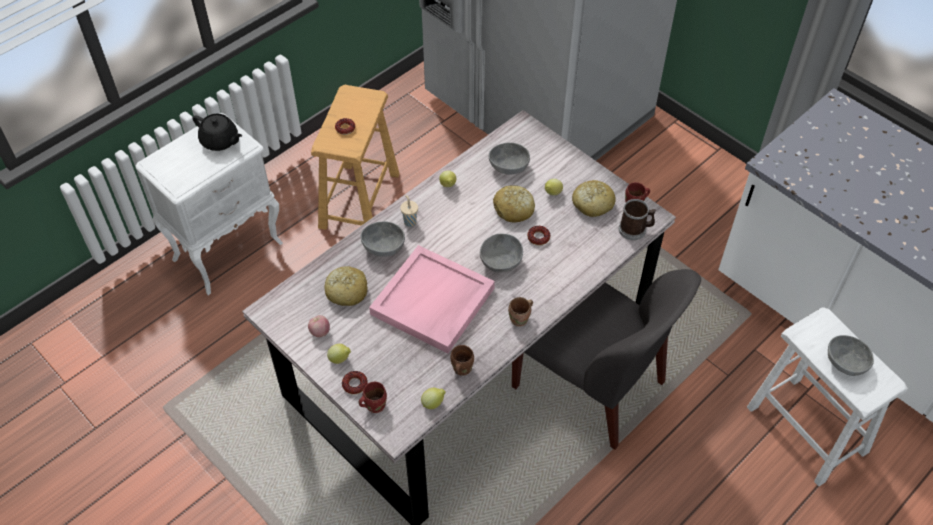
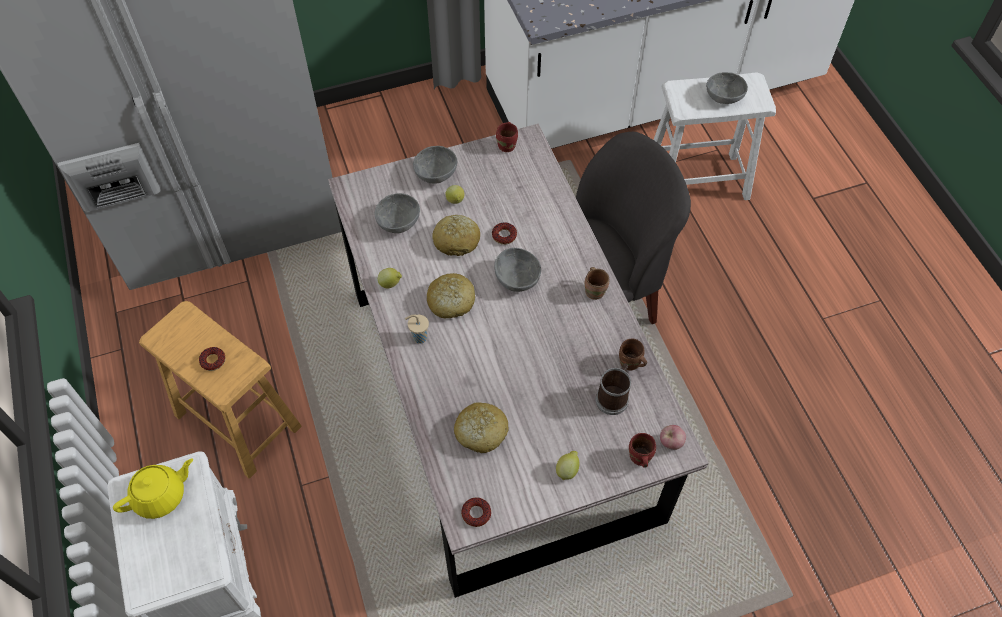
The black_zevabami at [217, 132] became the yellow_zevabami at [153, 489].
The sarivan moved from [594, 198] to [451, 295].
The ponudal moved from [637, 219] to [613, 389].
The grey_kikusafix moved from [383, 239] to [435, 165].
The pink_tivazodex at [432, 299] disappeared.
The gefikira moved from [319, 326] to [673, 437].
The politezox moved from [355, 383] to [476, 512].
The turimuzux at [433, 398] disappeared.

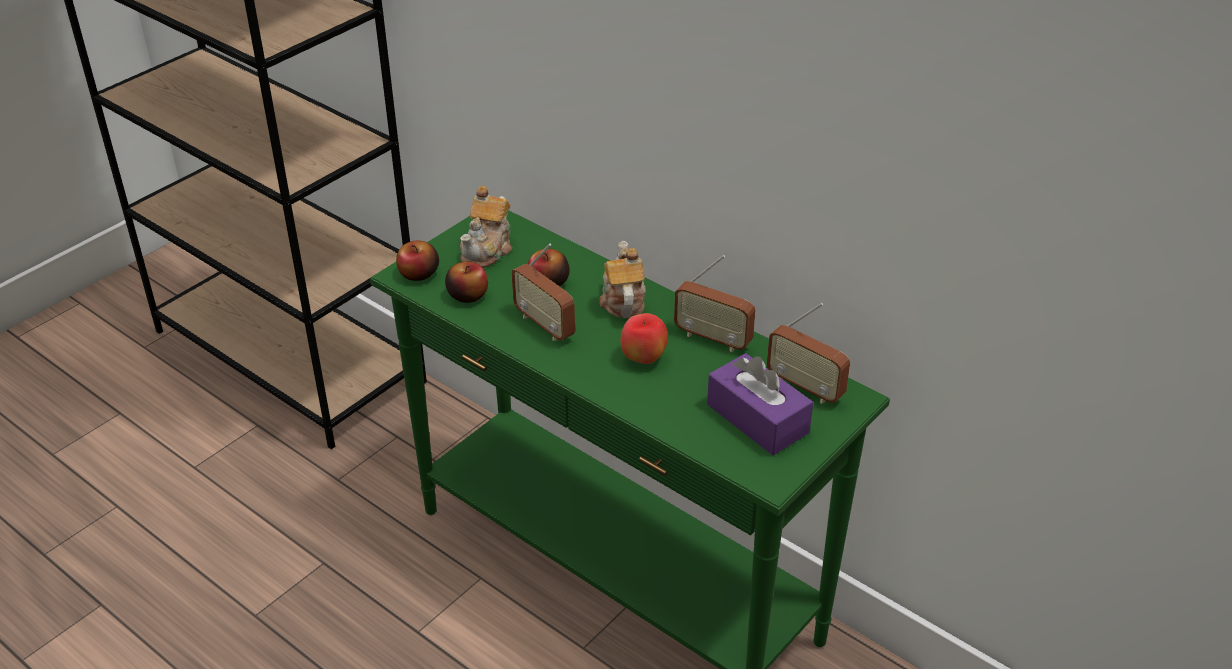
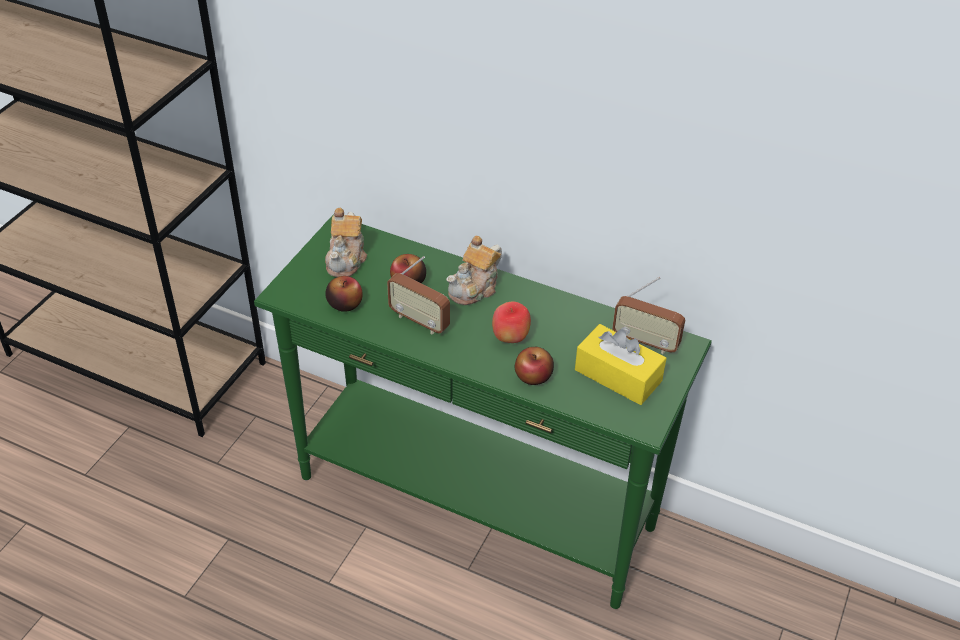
The gefikira moved from [417, 260] to [534, 366].
The zevabami at [623, 279] turned 120 degrees counterclockwise.
The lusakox at [715, 303] disappeared.
The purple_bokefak at [760, 404] became the yellow_bokefak at [621, 364].

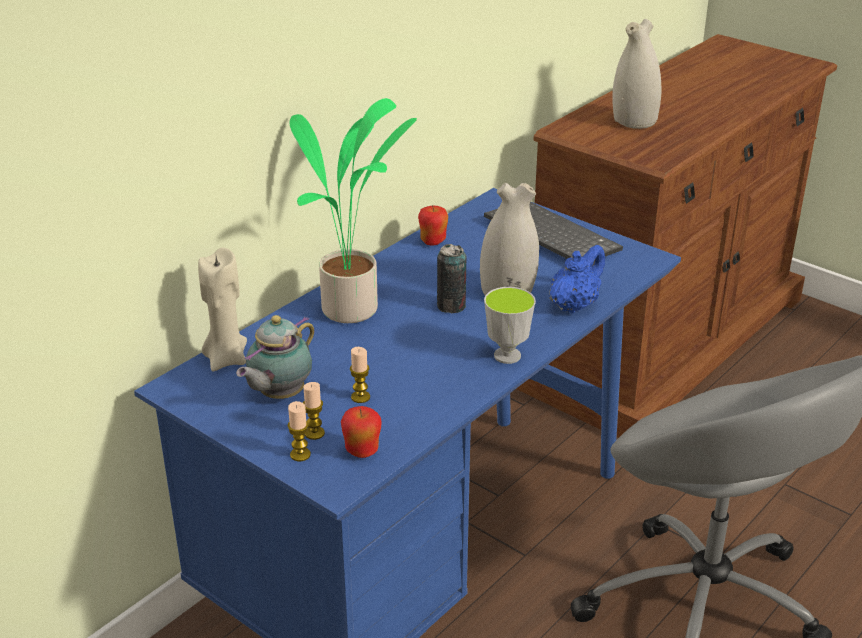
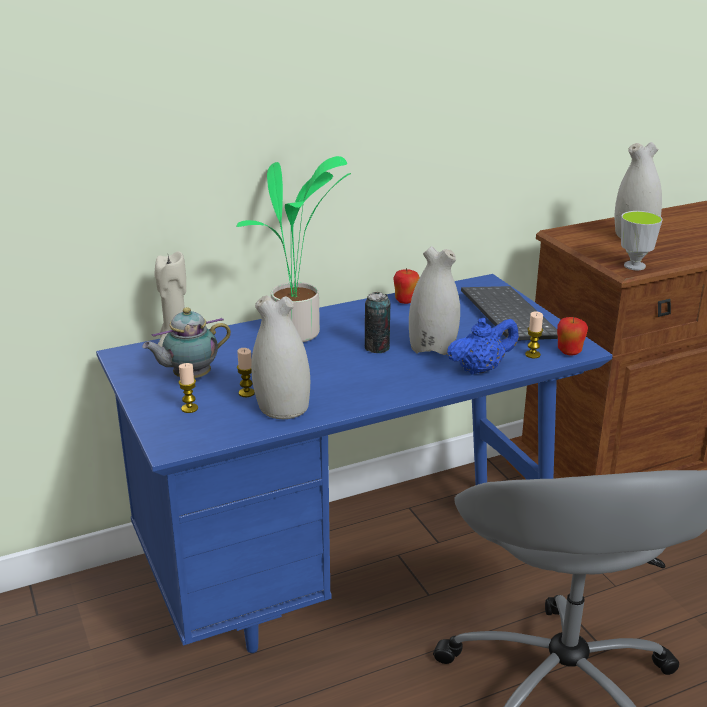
The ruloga moved from [510, 325] to [642, 240].
The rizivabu moved from [299, 431] to [534, 334].
The gefikira moved from [361, 432] to [572, 336].
The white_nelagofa at [280, 357] appeared.

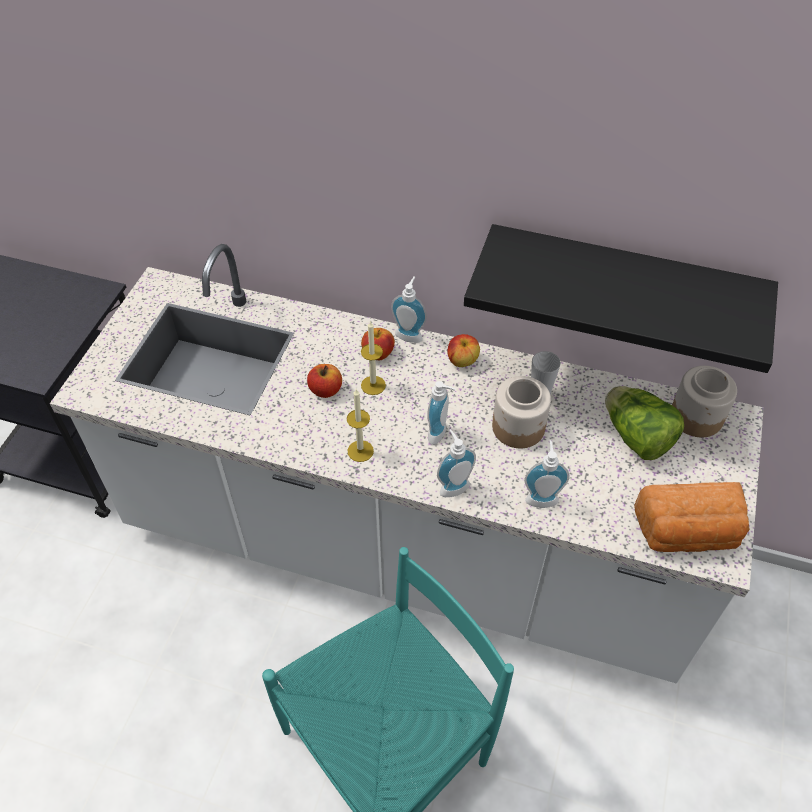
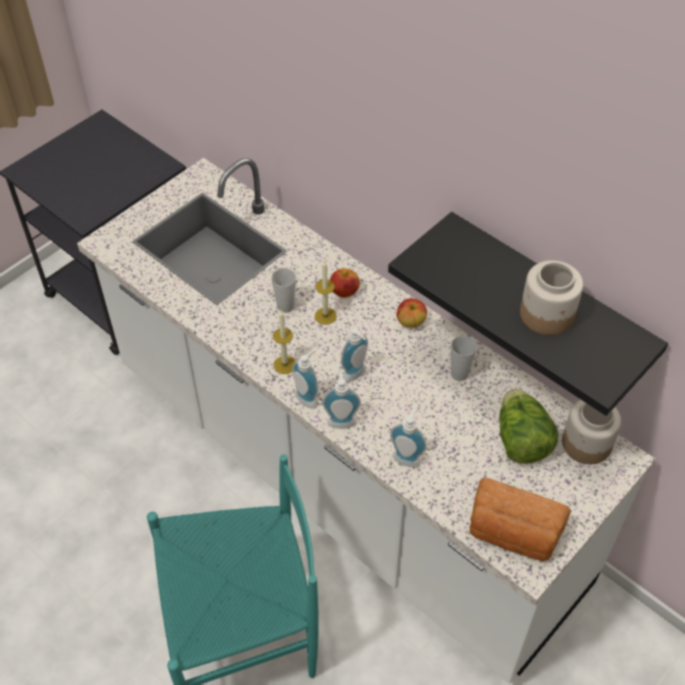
The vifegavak moved from [409, 310] to [305, 379].
The gefikira at [324, 381] was replaced by the ruloga at [283, 290].
The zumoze moved from [521, 412] to [551, 297].

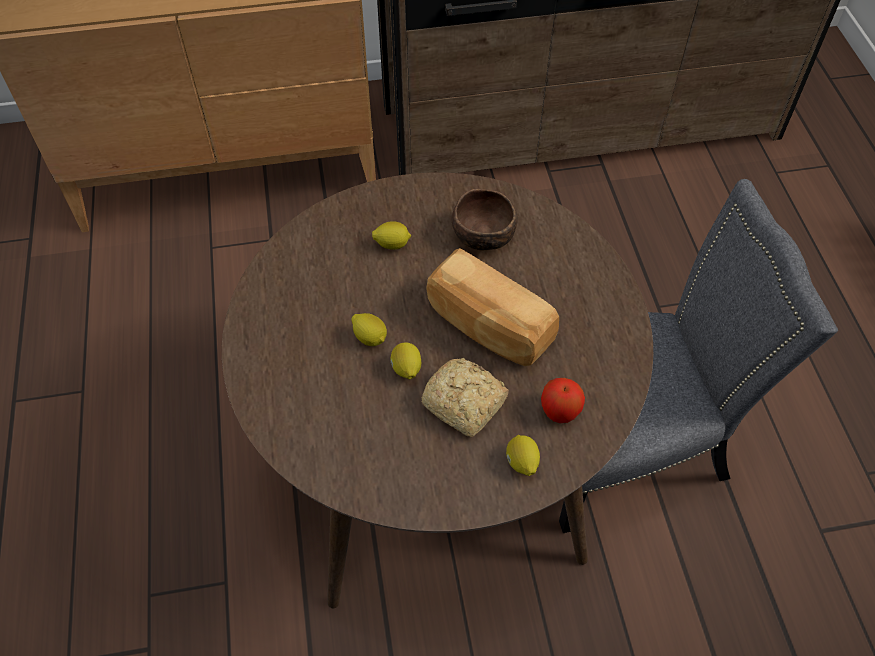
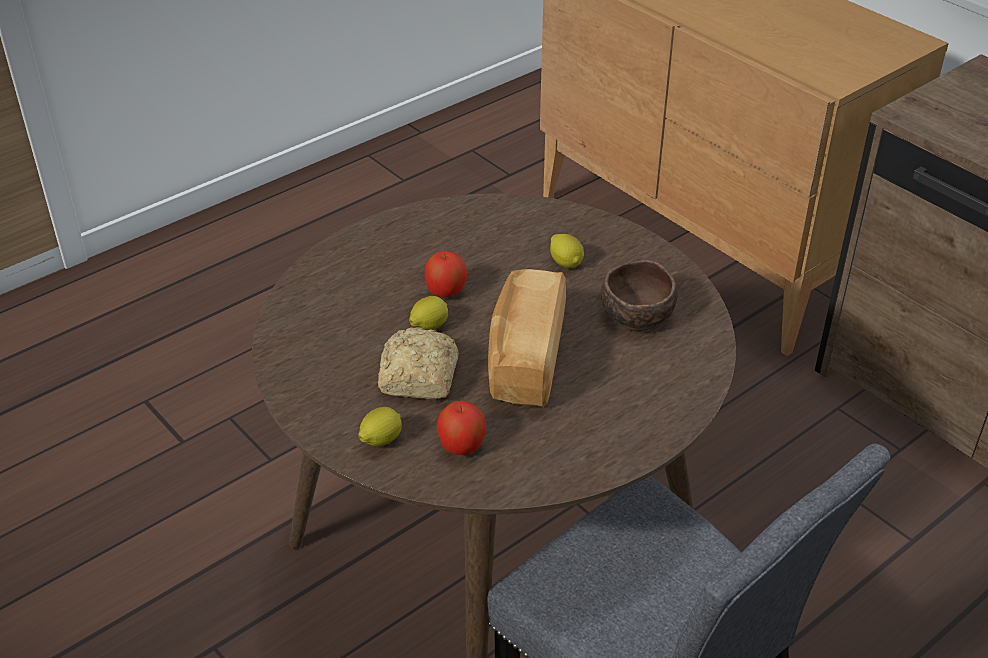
The turimuzux at [369, 329] was replaced by the gefikira at [446, 274].

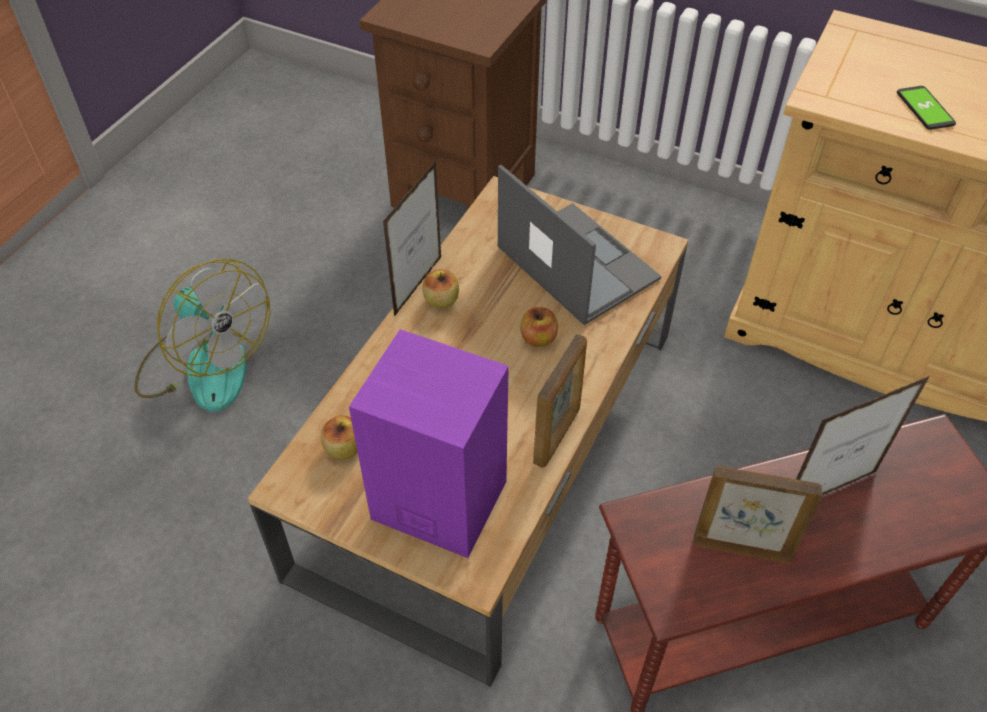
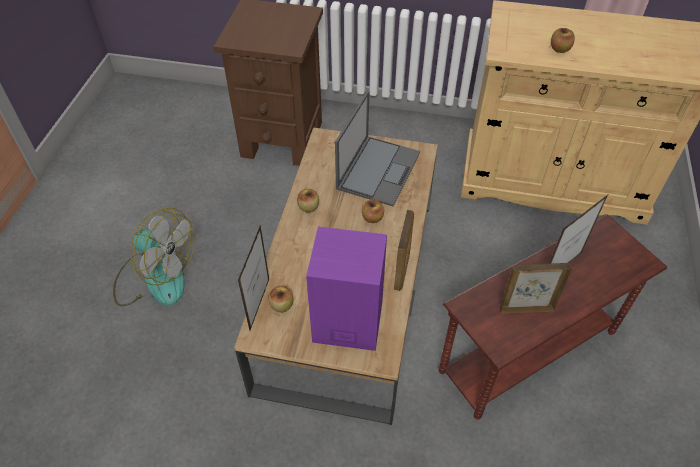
The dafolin at [926, 108] was replaced by the gefikira at [563, 40].
The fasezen moved from [412, 239] to [253, 278].
The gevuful at [579, 245] turned 75 degrees clockwise.

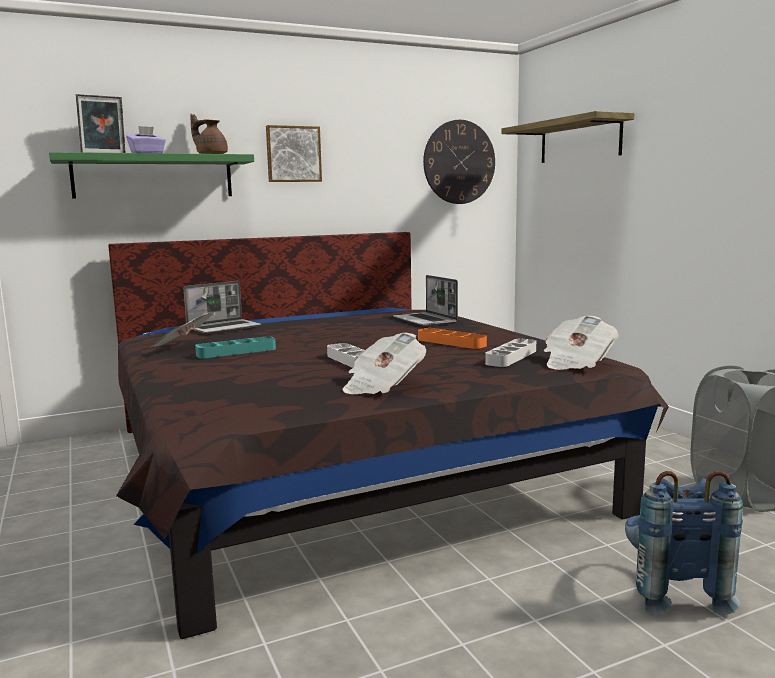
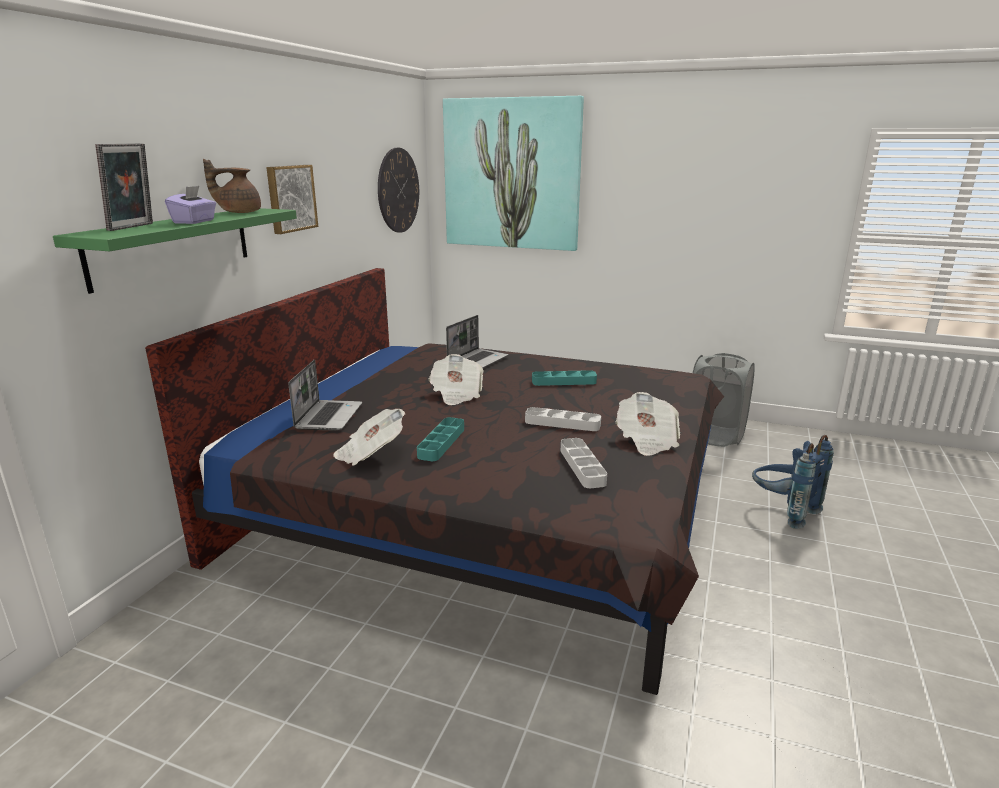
The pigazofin at [567, 137] was replaced by the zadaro at [513, 173].
The gevuful at [425, 300] turned 75 degrees counterclockwise.
The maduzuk moved from [581, 343] to [456, 379].
The orange_tivazodex at [452, 338] became the turquoise_tivazodex at [564, 378].
The grey_tivazodex moved from [510, 353] to [584, 463].

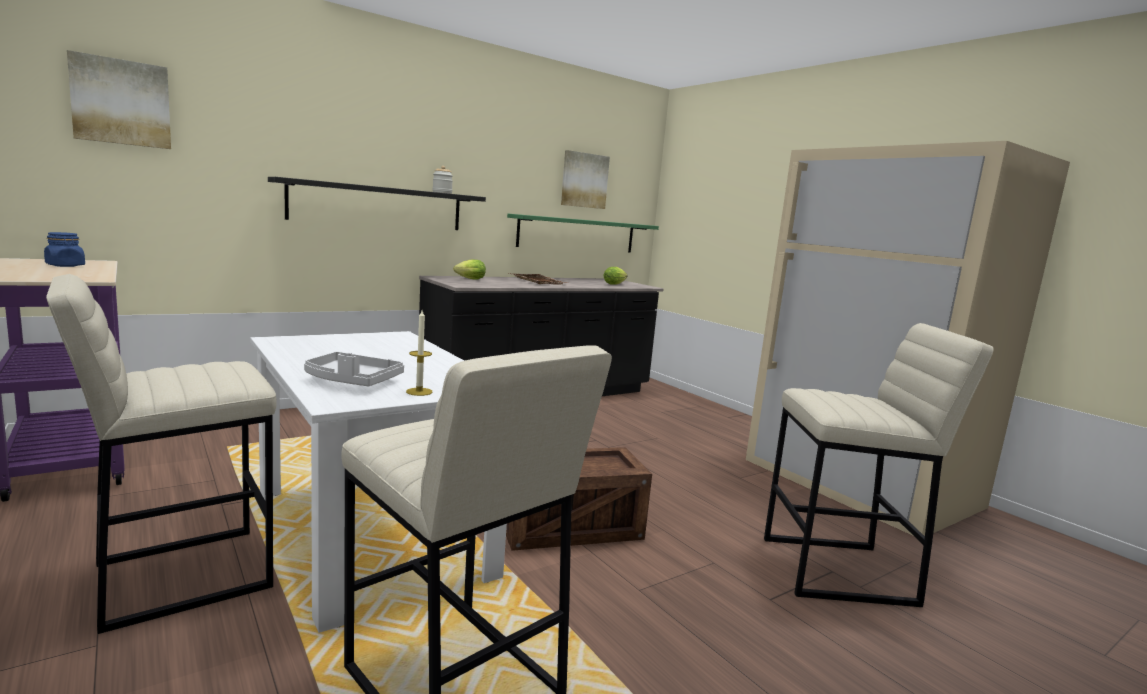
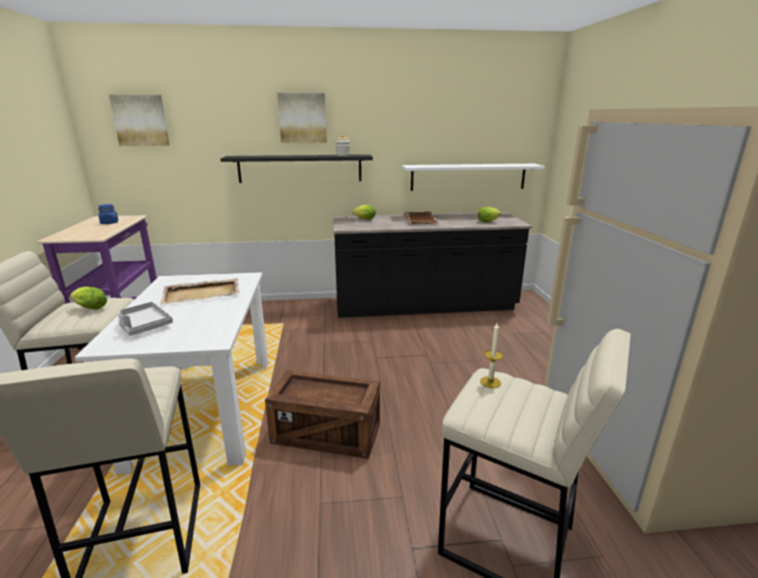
The zadaro moved from [585, 179] to [302, 118].
The green_pigazofin at [583, 233] became the white_pigazofin at [473, 177].
The rizivabu moved from [419, 353] to [491, 355].
The beige_tivazodex at [199, 291] appeared.
The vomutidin at [88, 298] appeared.

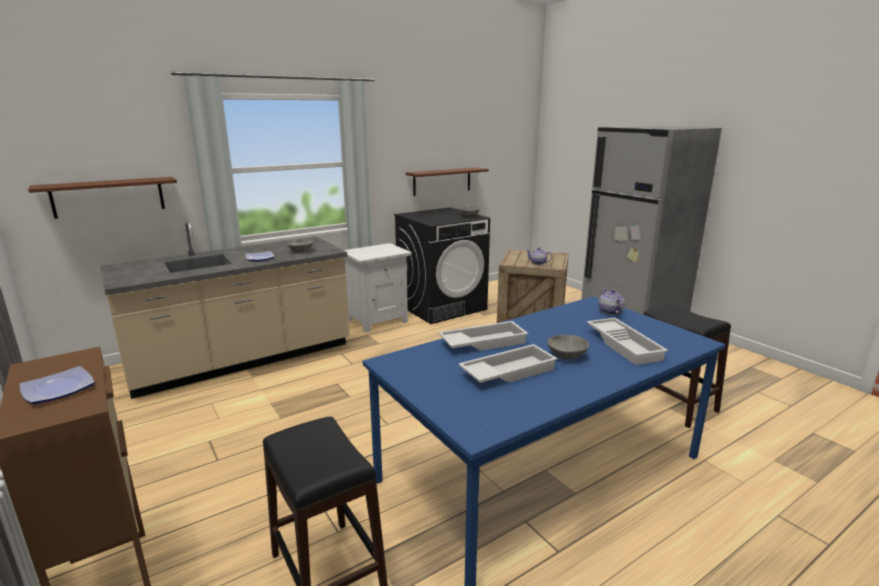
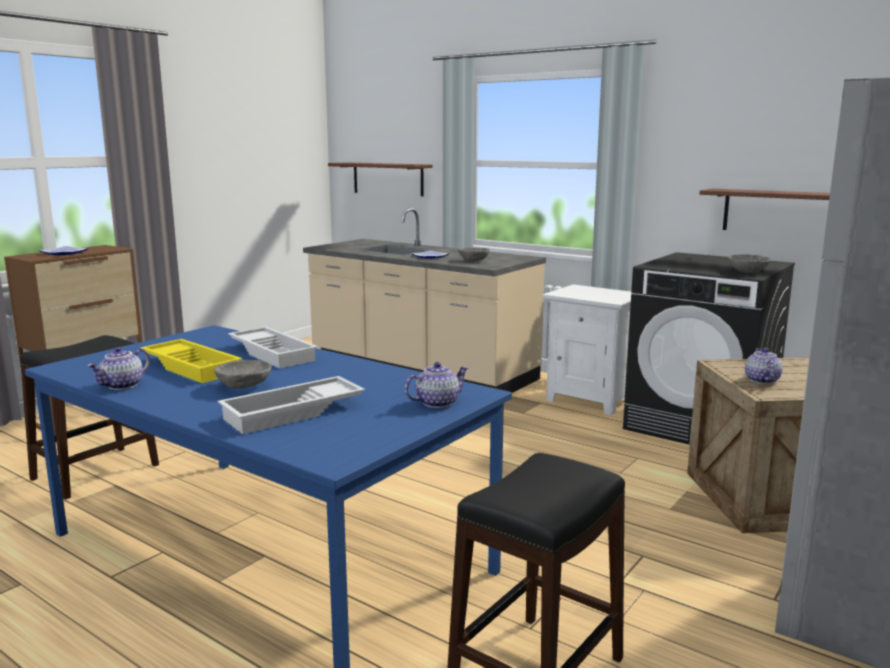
The white_tivazodex at [508, 363] became the yellow_tivazodex at [191, 361].
The zevabami at [119, 368] appeared.

